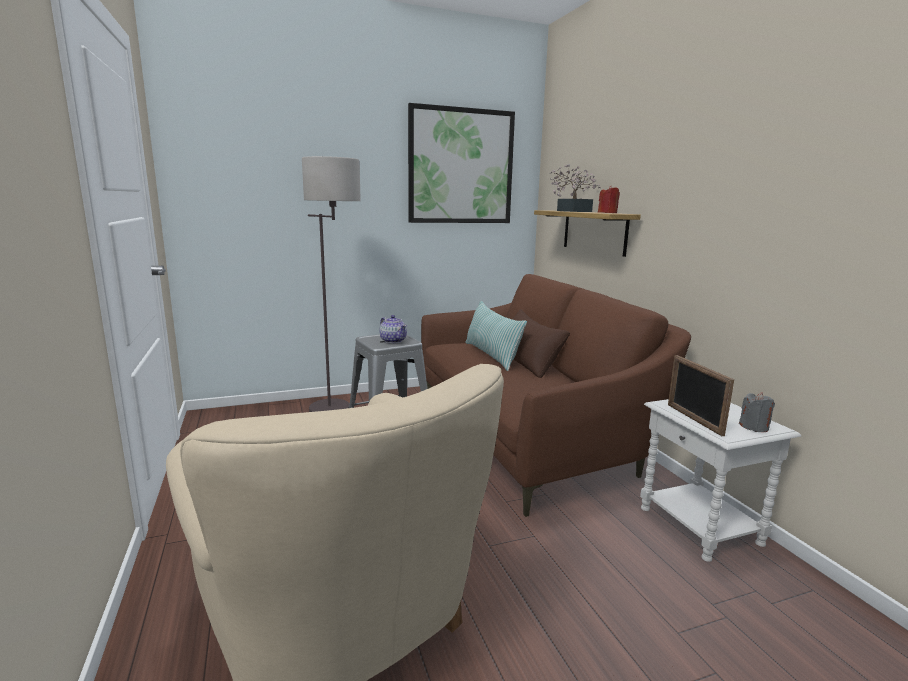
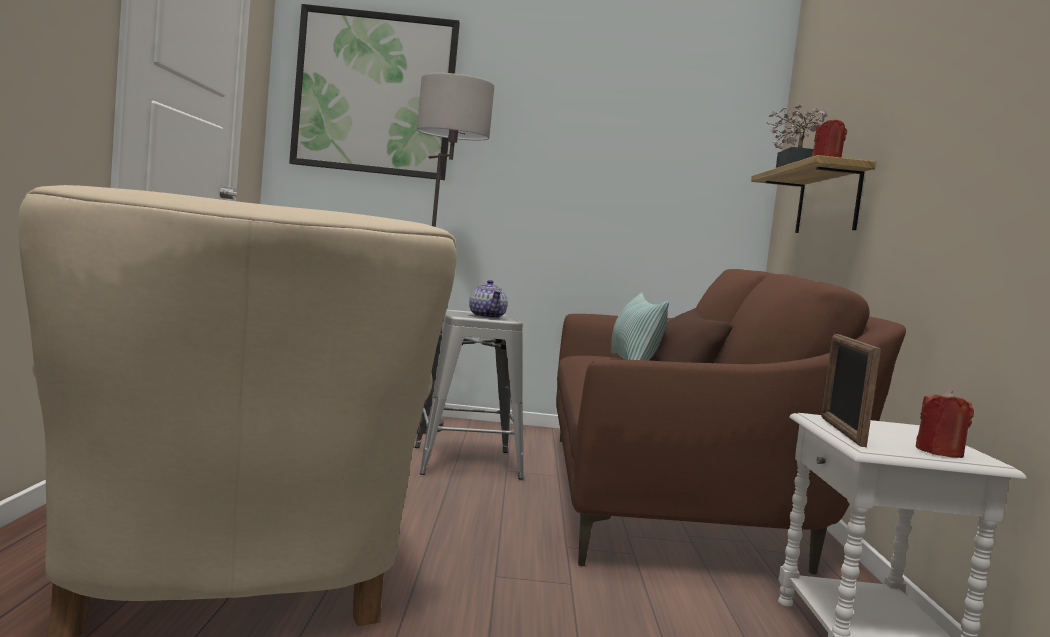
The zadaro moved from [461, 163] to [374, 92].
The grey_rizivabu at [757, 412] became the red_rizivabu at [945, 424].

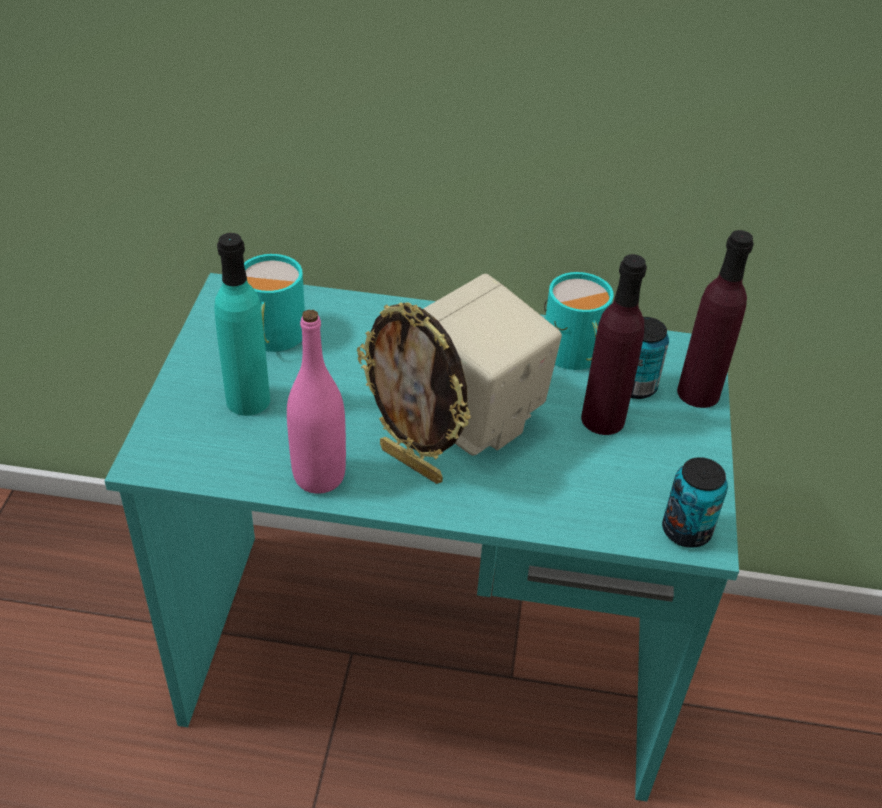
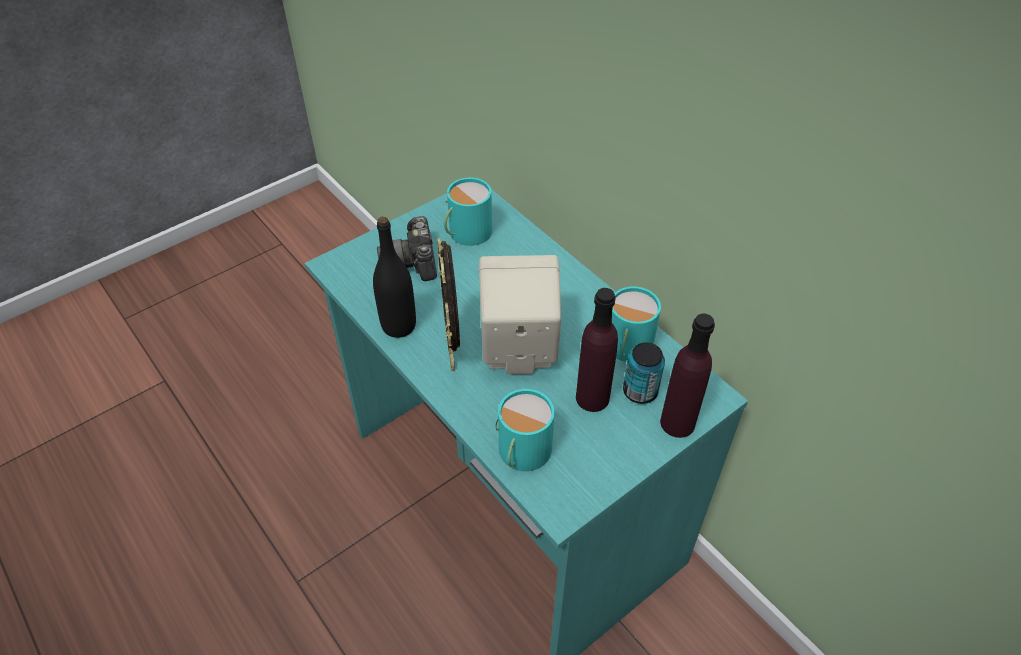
The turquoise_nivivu at [242, 324] was replaced by the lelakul at [407, 248].
The pink_nivivu at [316, 402] became the black_nivivu at [394, 277].
The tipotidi at [695, 502] disappeared.
The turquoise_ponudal at [525, 430] appeared.

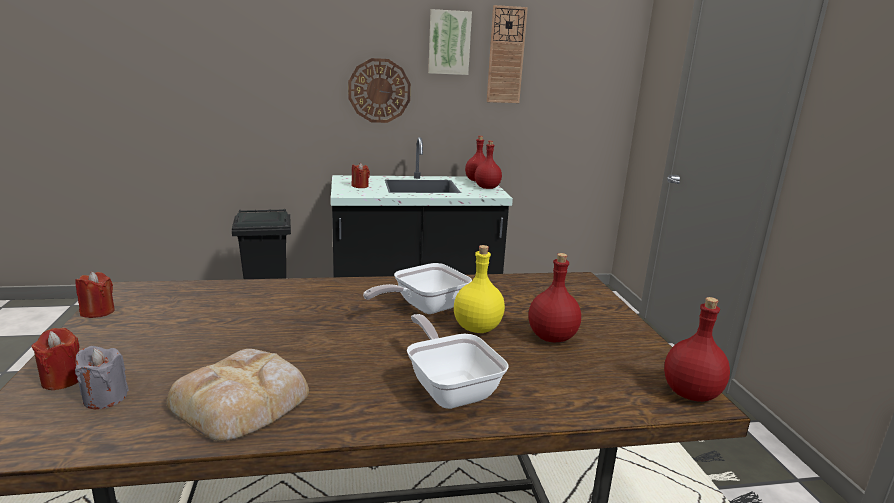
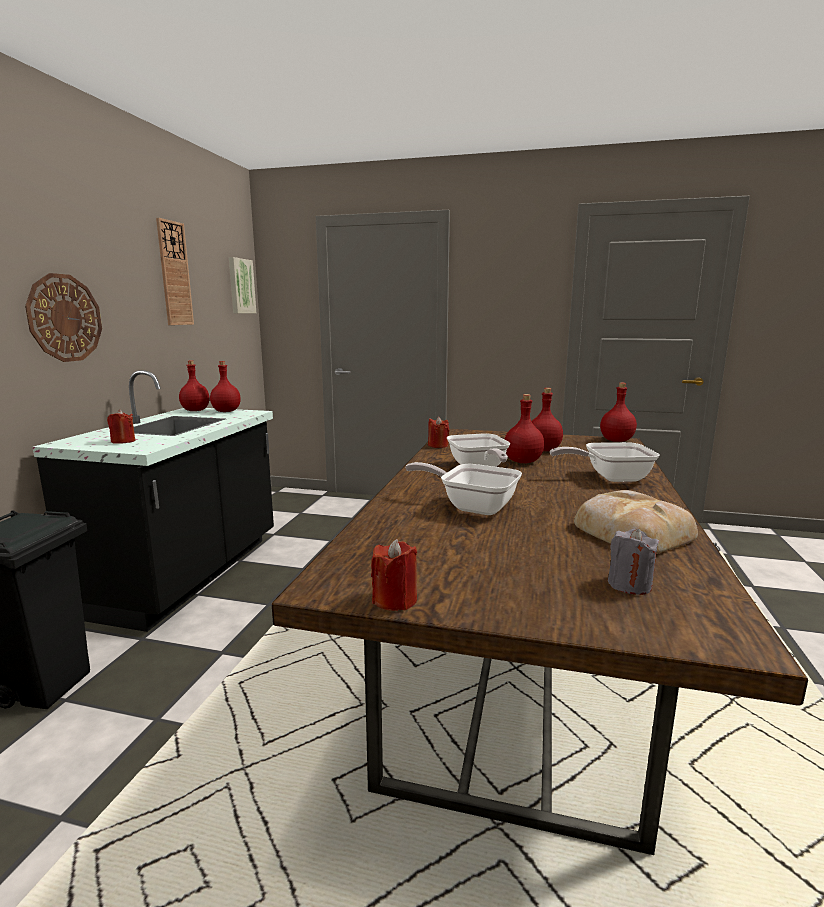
The zadaro moved from [450, 42] to [242, 285].
The yellow_nivivu at [479, 289] became the red_nivivu at [524, 428].
The red_rizivabu moved from [55, 359] to [438, 432].
The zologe at [463, 488] appeared.

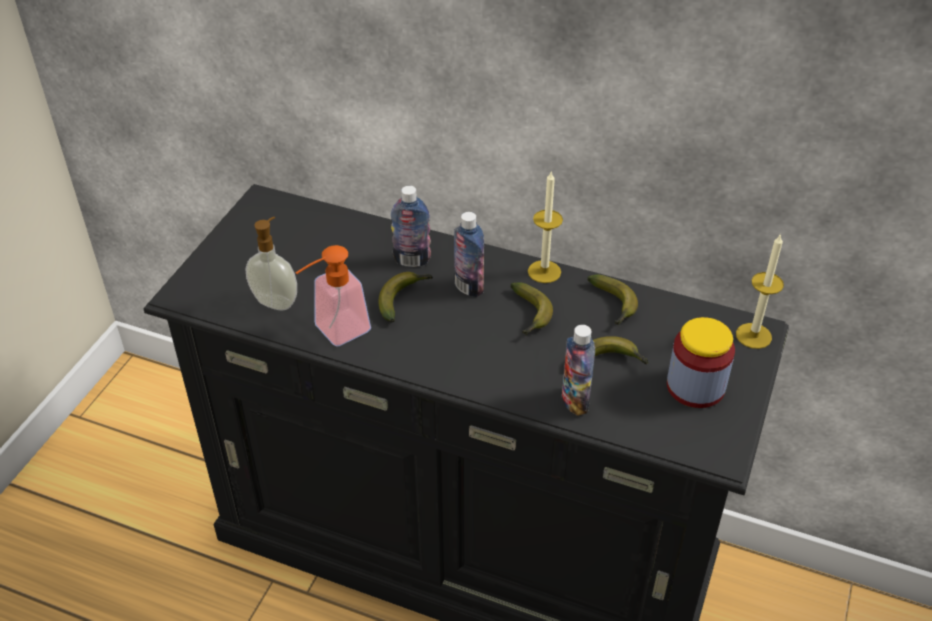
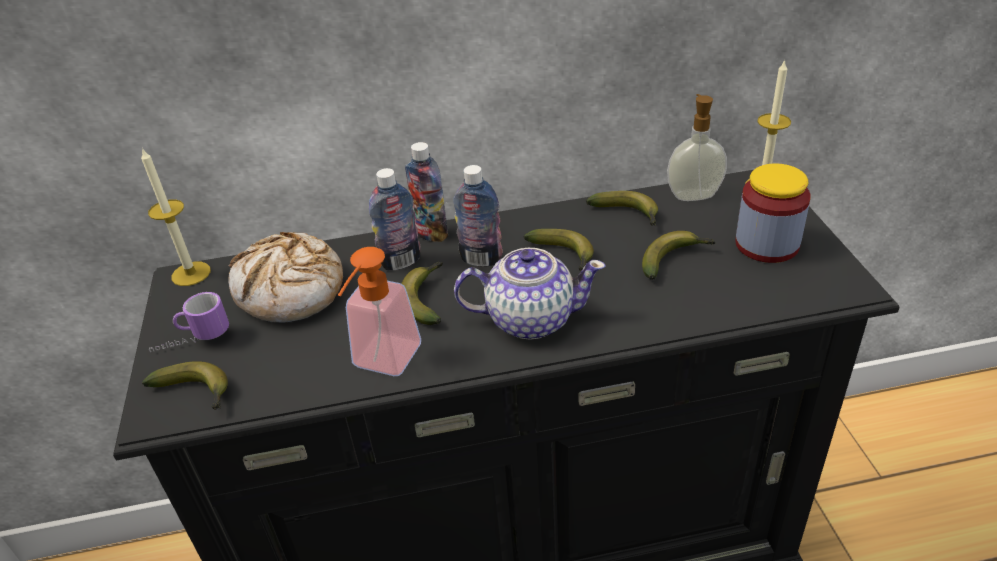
The rizivabu moved from [545, 226] to [176, 216].
The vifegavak moved from [271, 263] to [697, 147].
The nivivu moved from [578, 370] to [426, 192].
The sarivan at [285, 277] appeared.
The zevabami at [530, 294] appeared.
The ponudal at [189, 322] appeared.
The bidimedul at [185, 385] appeared.

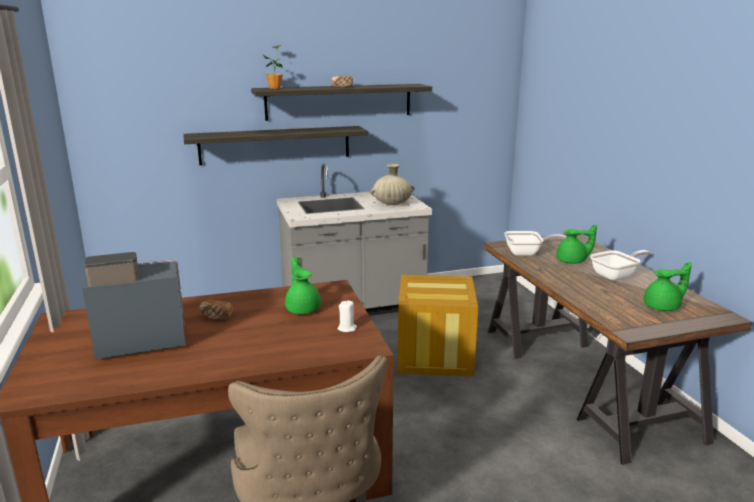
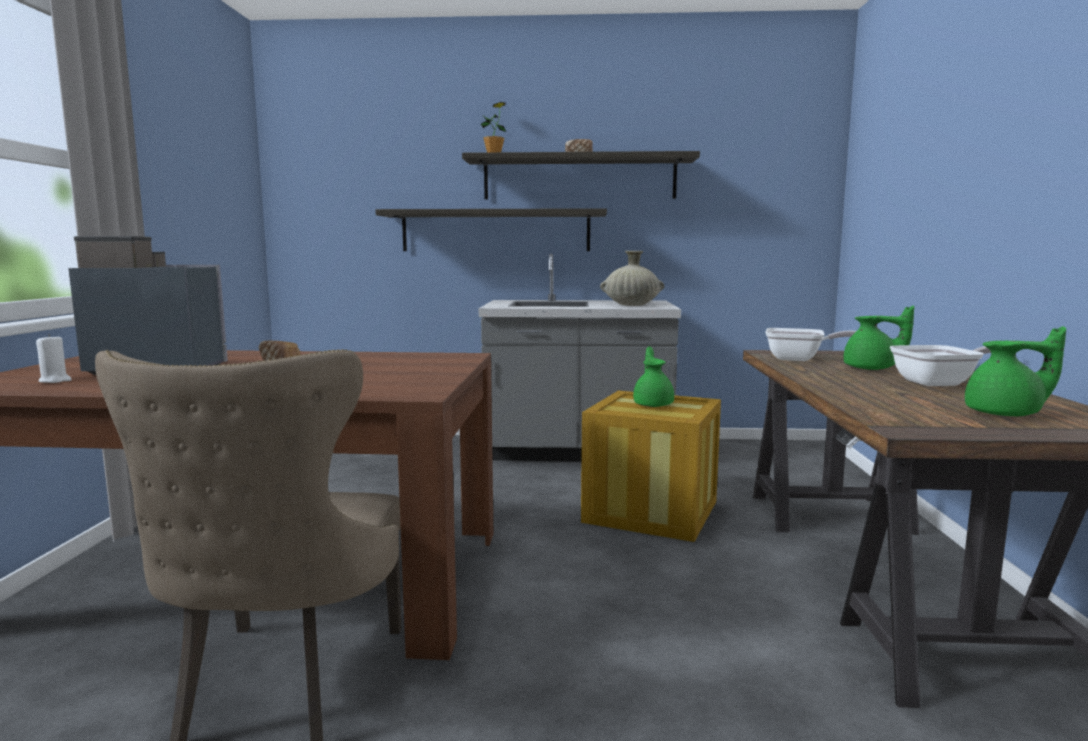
The green_zevabami moved from [303, 285] to [653, 376].
The white_rizivabu moved from [347, 316] to [54, 358].

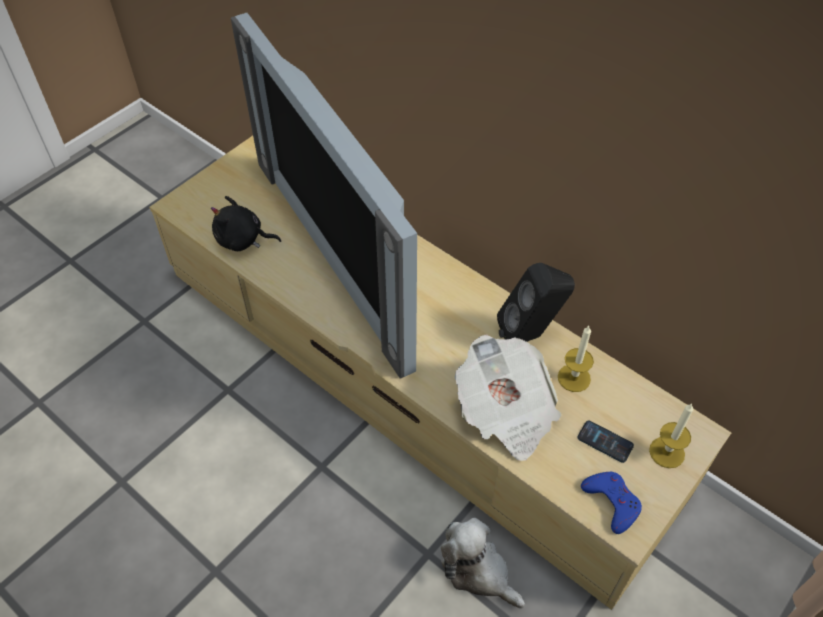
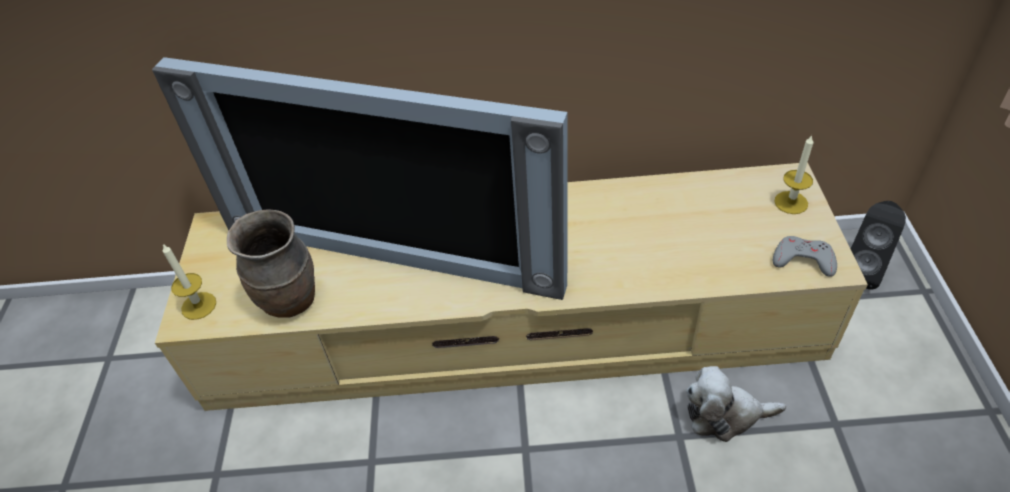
The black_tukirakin at [246, 223] was replaced by the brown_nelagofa at [271, 263].
The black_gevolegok moved from [536, 302] to [878, 245].
The rizivabu moved from [576, 359] to [189, 281].
The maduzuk at [508, 398] disappeared.
The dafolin at [605, 442] disappeared.
The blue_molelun at [611, 503] became the grey_molelun at [805, 256].

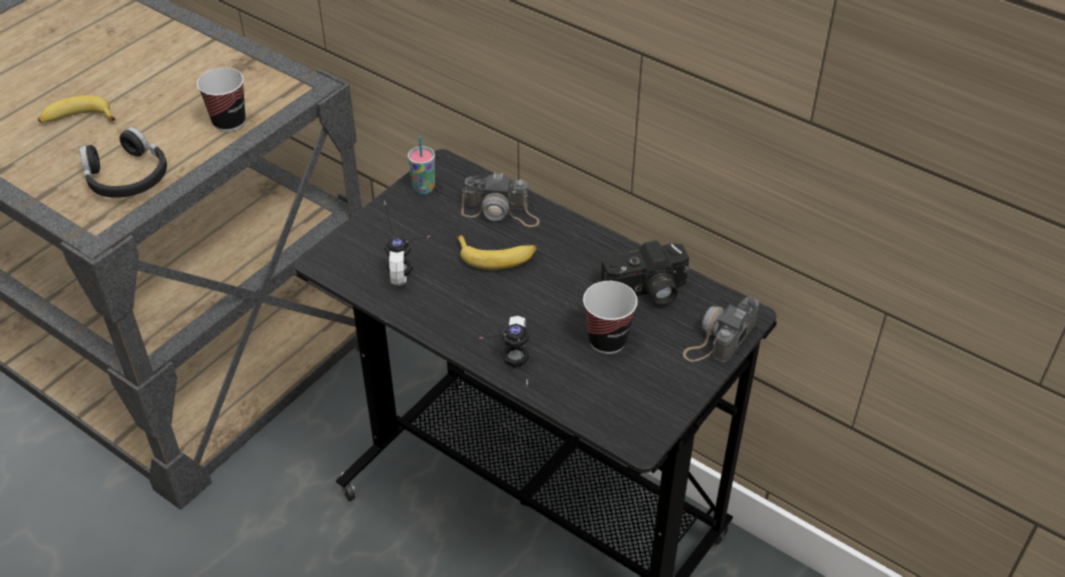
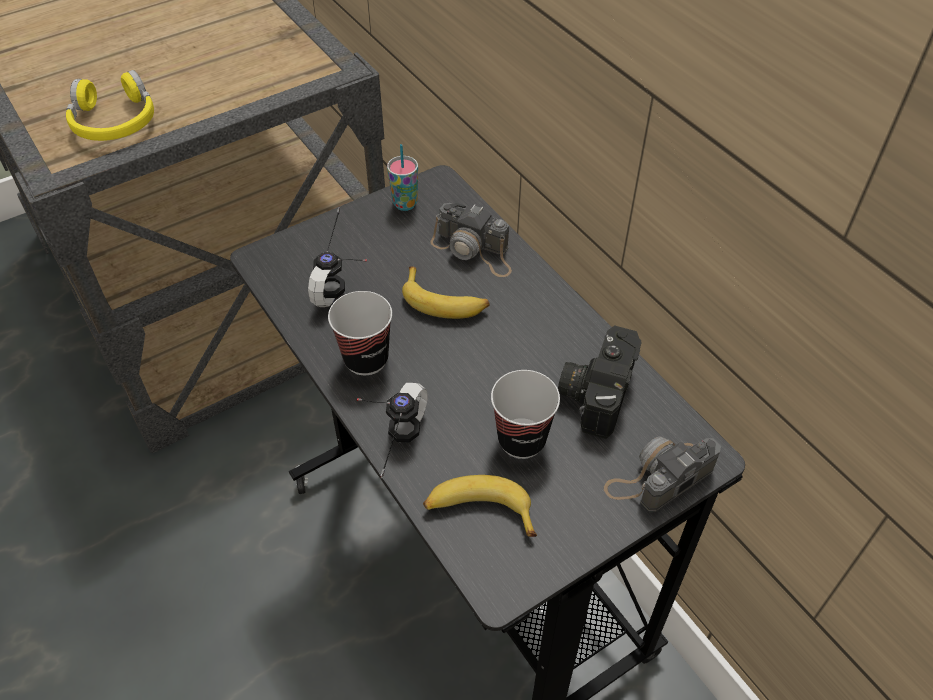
The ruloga moved from [221, 100] to [360, 333].
The bidimedul moved from [76, 109] to [480, 506].
The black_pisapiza at [123, 162] became the yellow_pisapiza at [110, 105].
The lelakul at [645, 272] turned 105 degrees clockwise.

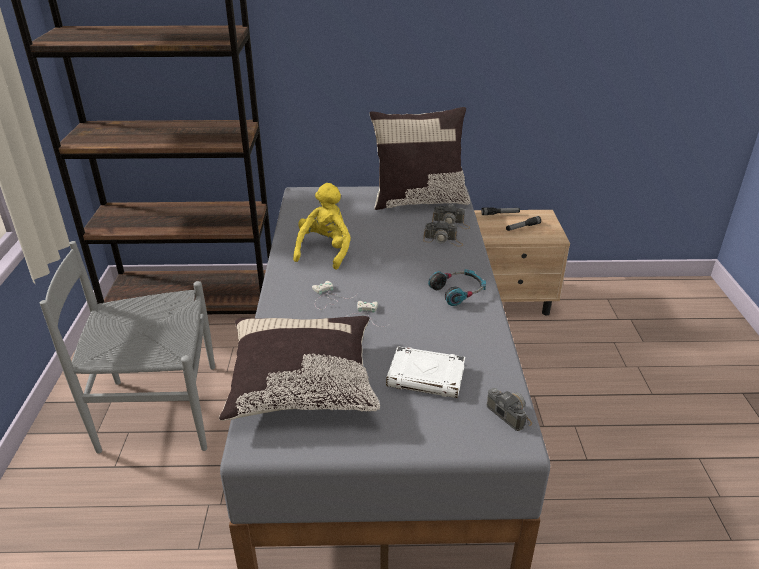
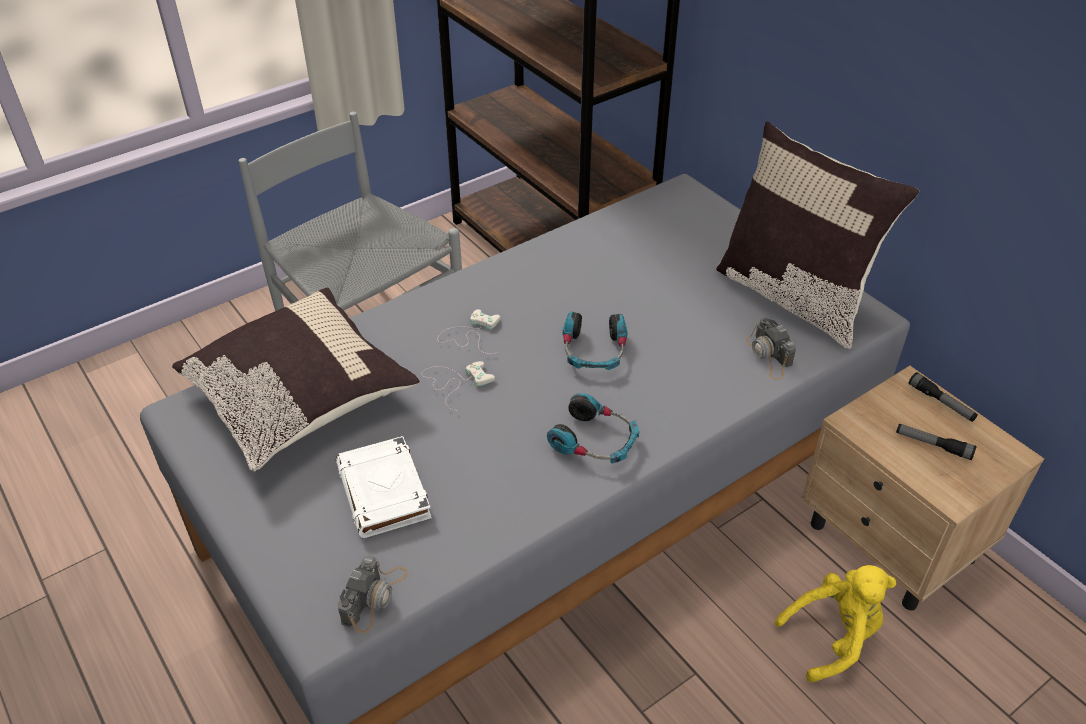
The yellow_tukirakin moved from [322, 226] to [835, 623].
The lelakul at [443, 233] disappeared.
The pisapiza at [595, 340] appeared.

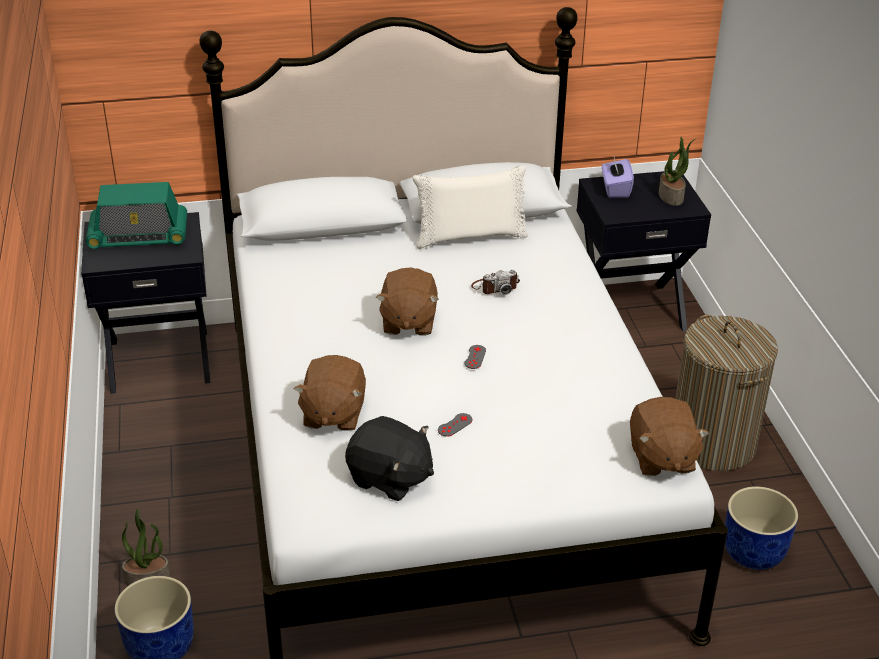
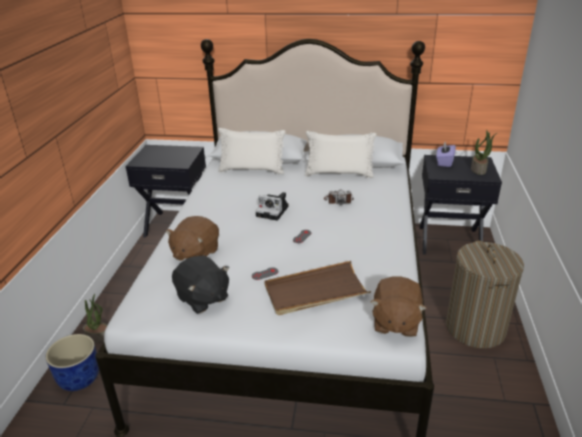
The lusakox at [136, 216] disappeared.
The brown_tukirakin at [407, 301] was replaced by the lelakul at [271, 206].
The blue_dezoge at [761, 528] disappeared.
The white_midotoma at [252, 151] appeared.
The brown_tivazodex at [317, 288] appeared.

